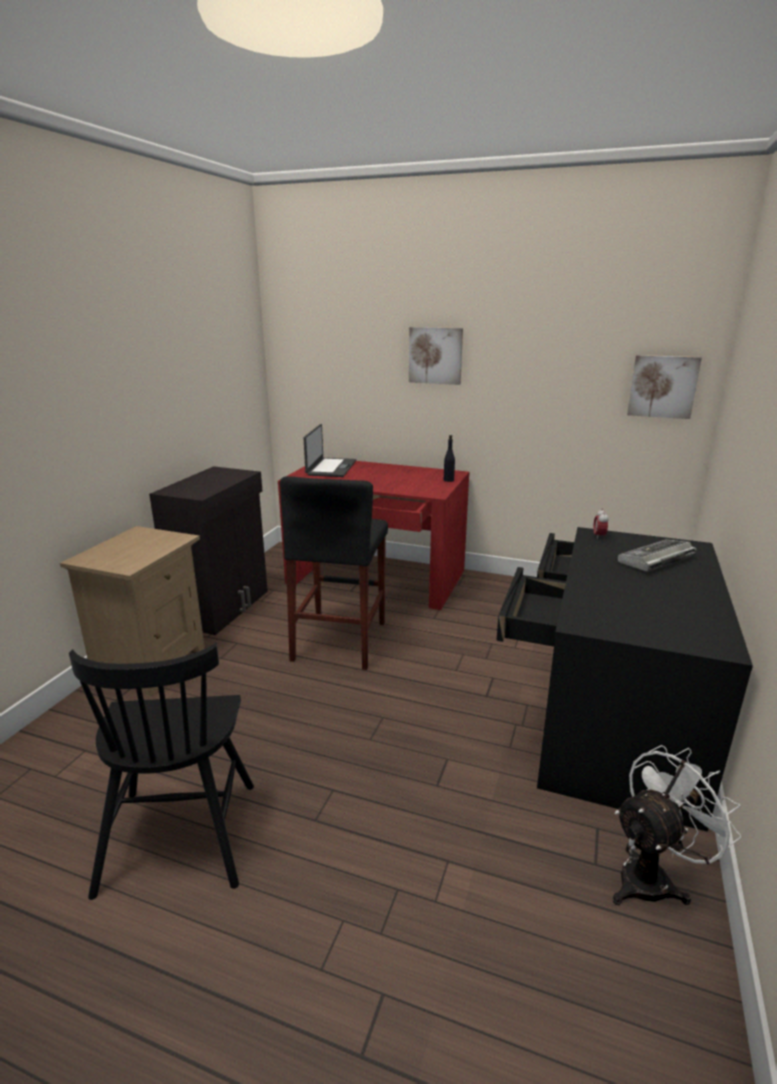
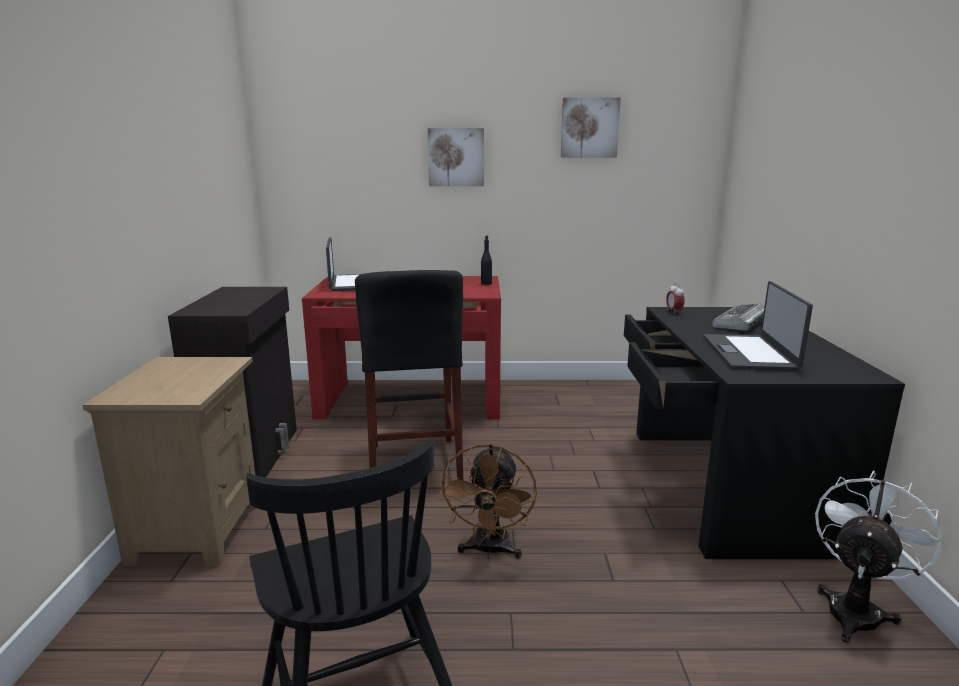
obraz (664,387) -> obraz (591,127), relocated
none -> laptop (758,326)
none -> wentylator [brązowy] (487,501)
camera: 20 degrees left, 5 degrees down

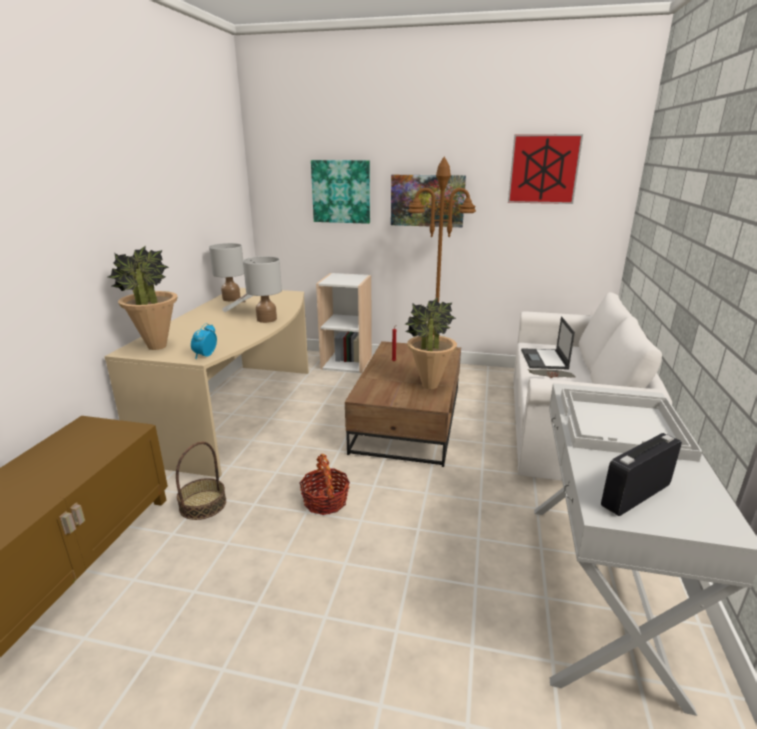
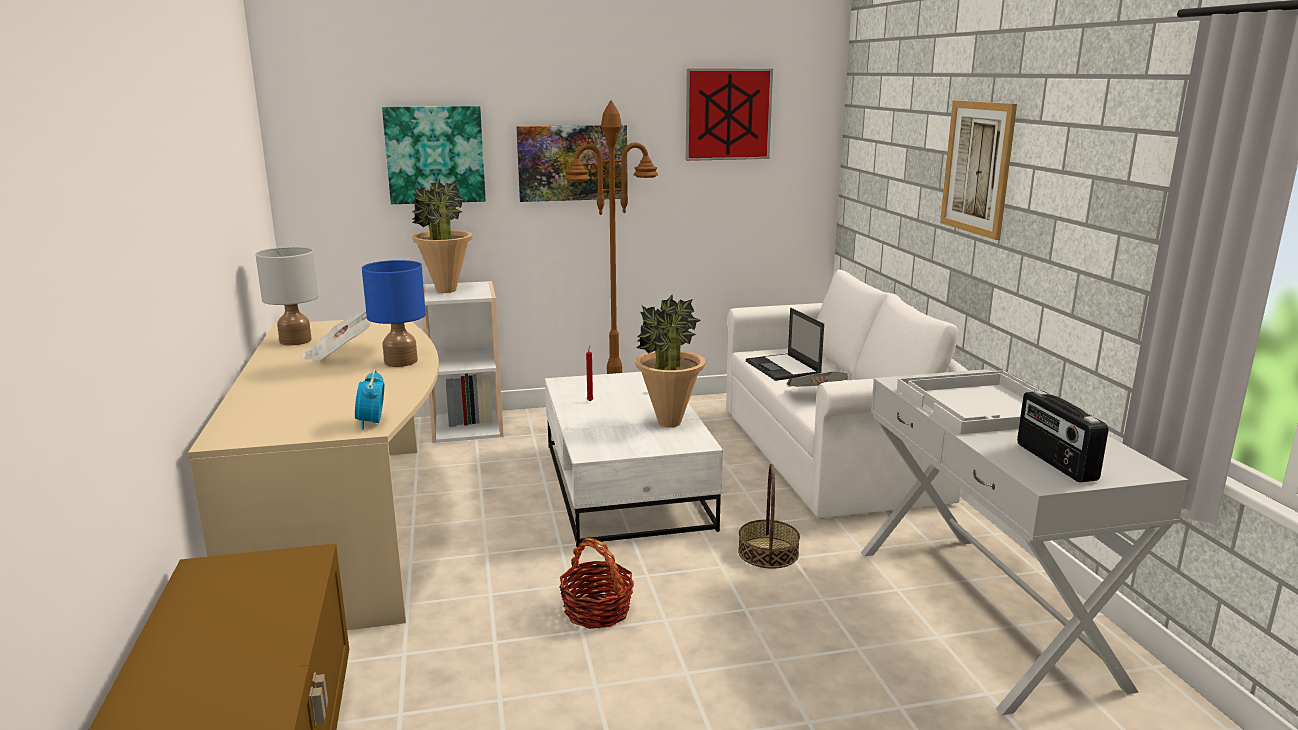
roślina doniczkowa (143,297) -> roślina doniczkowa (442,235), relocated
lampa stołowa [szary] (262,289) -> lampa stołowa [niebieski] (394,313)
ława [brązowy] (403,404) -> ława [biały] (634,459)
radio (641,474) -> radio (1062,437), 45 degrees counterclockwise
koszyk (201,480) -> koszyk (769,516), relocated
none -> obraz (978,170)
camera: 25 degrees left, 5 degrees down

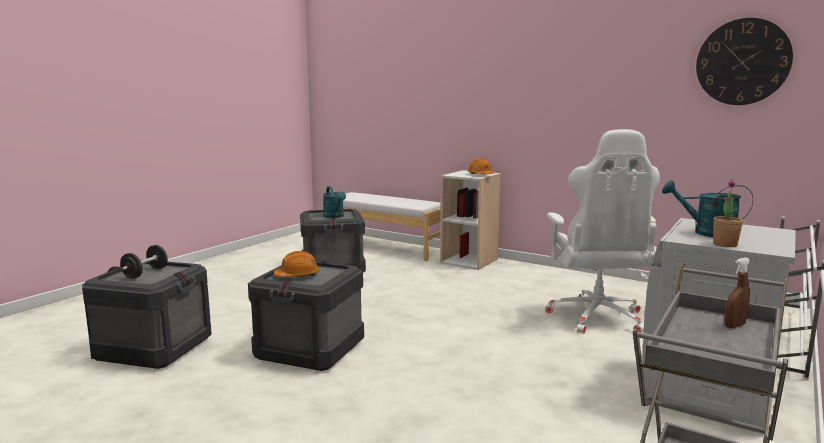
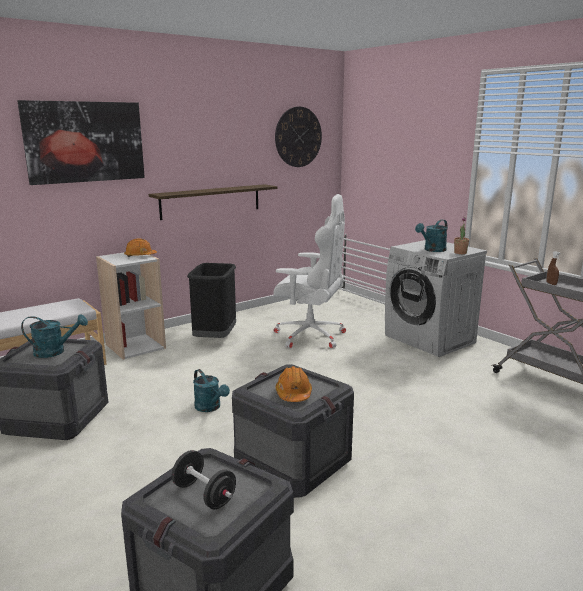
none -> obraz (81,142)
none -> półka (213,202)
none -> kosz na śmieci [czarny] (211,300)
none -> konewka [turkusowy] (211,390)
camera: 70 degrees left, 5 degrees up

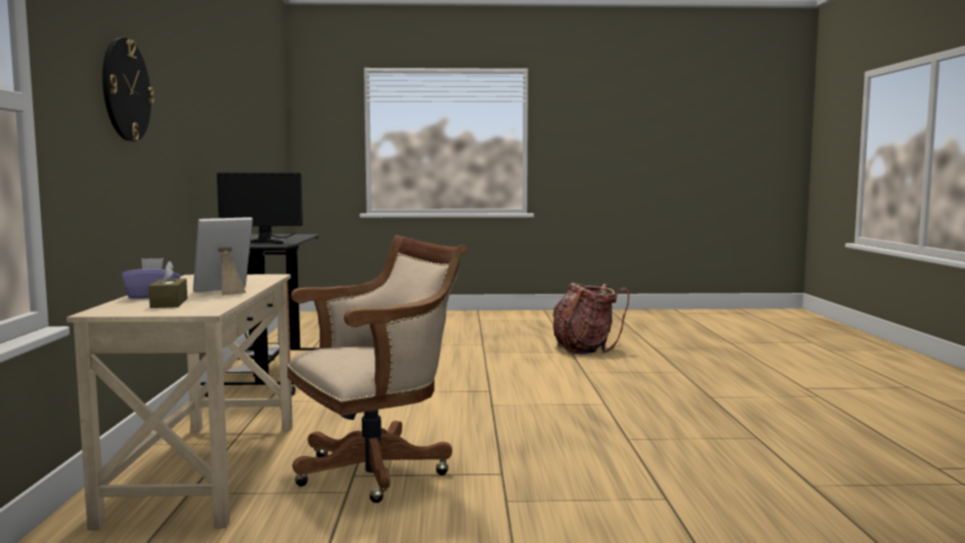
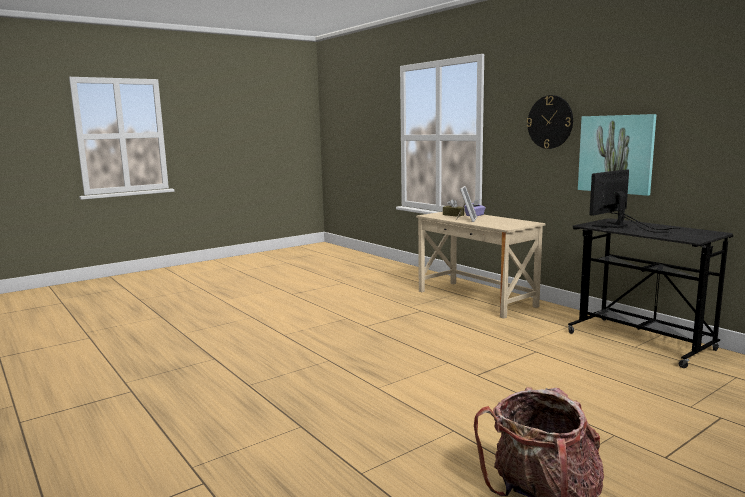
krzesło biurowe (377,369) -> none
none -> obraz (617,155)
camera: 145 degrees right, 5 degrees up

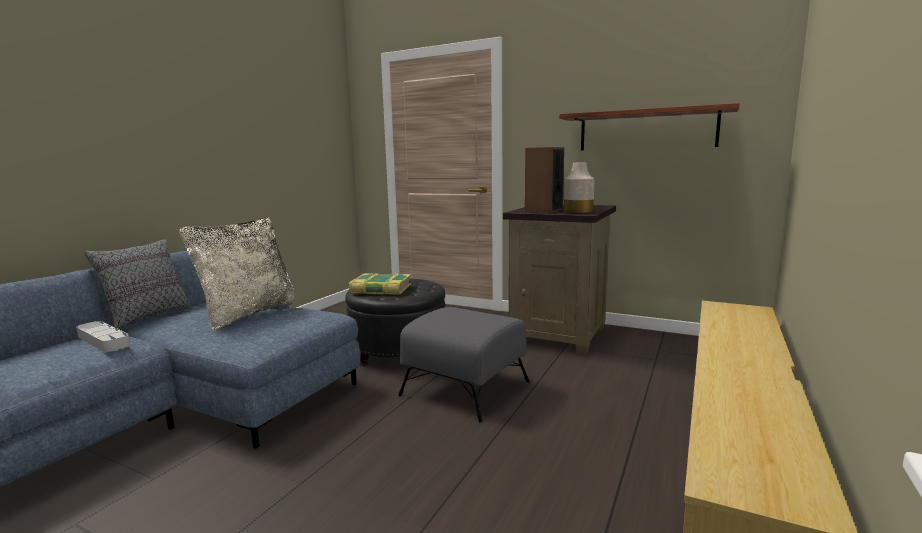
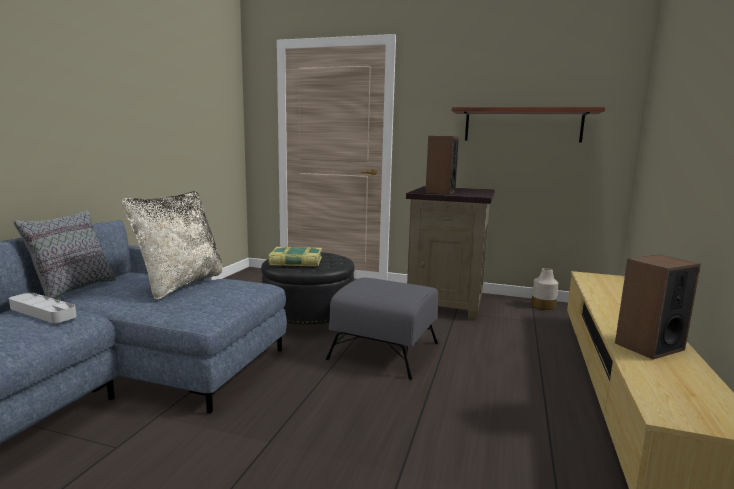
wazon [beżowy] (579,187) -> wazon [beżowy] (544,289), relocated
none -> głośnik (658,307)
camera: 10 degrees left, 0 degrees up

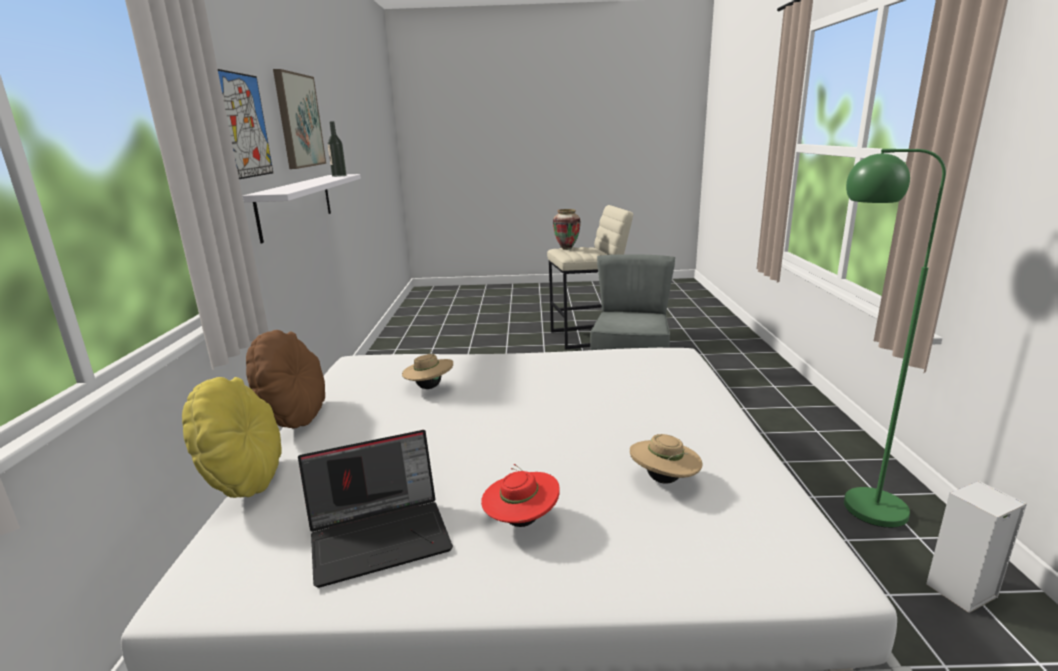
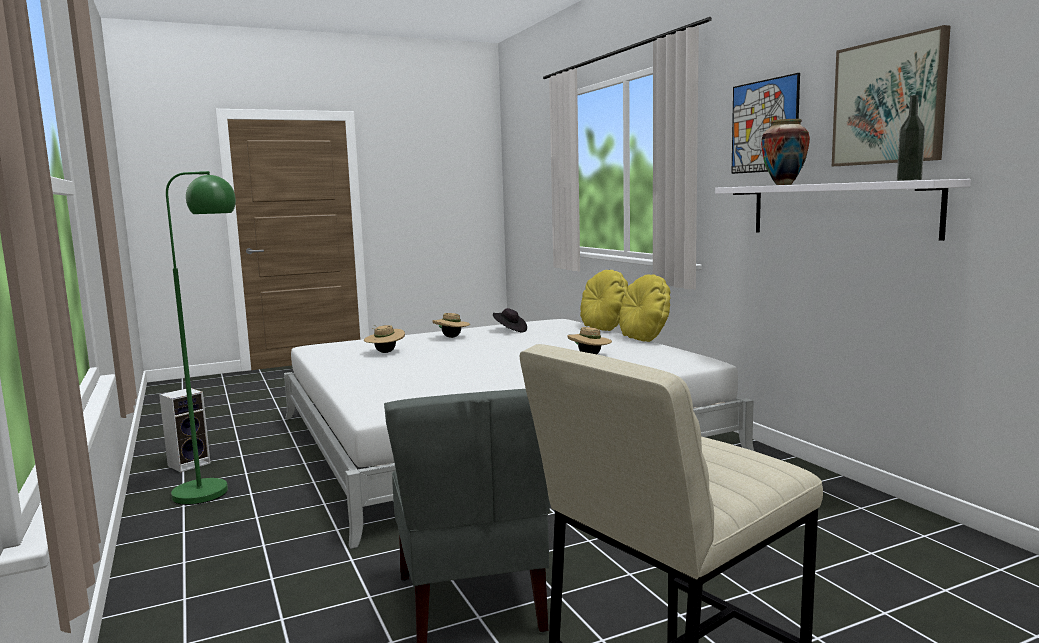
wazon (567,229) -> wazon (785,152), relocated
poduszka [brązowy] (285,379) -> poduszka [żółty] (644,308)
laptop (375,509) -> kapelusz [czarny] (510,320)
kapelusz [czerwony] (520,495) -> kapelusz [beżowy] (451,325)
camera: 155 degrees right, 10 degrees down

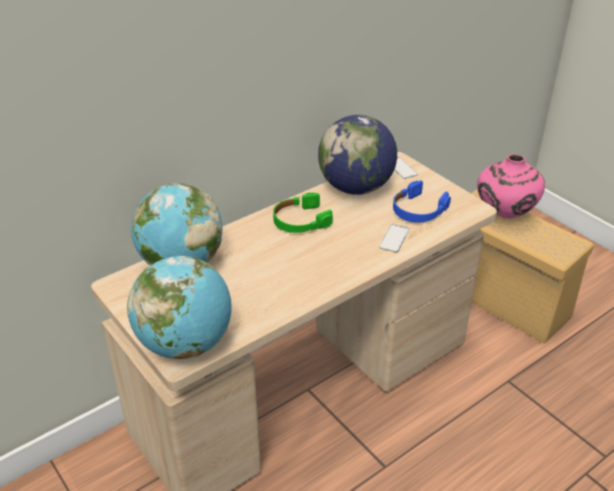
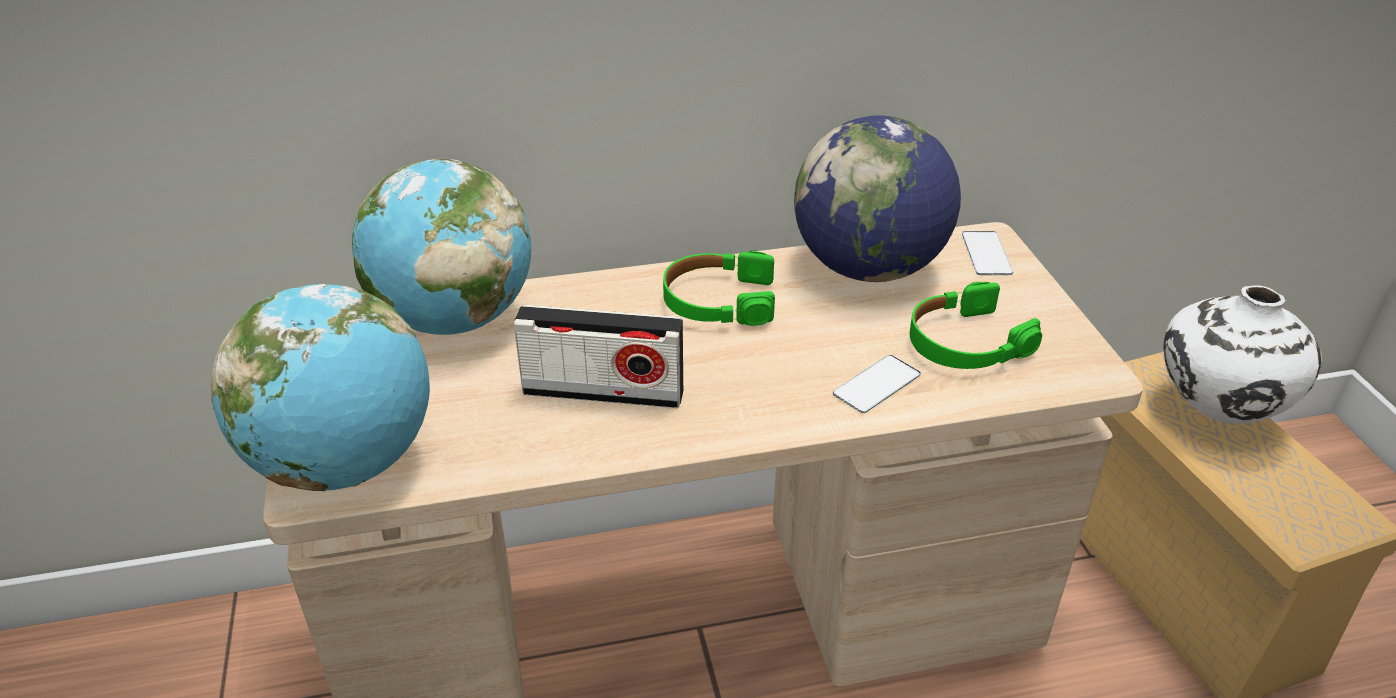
wazon [różowy] (511,186) -> wazon [biały] (1242,354)
słuchawki [niebieski] (422,201) -> słuchawki [zielony] (976,325)
none -> radio (598,356)
camera: 25 degrees right, 0 degrees up

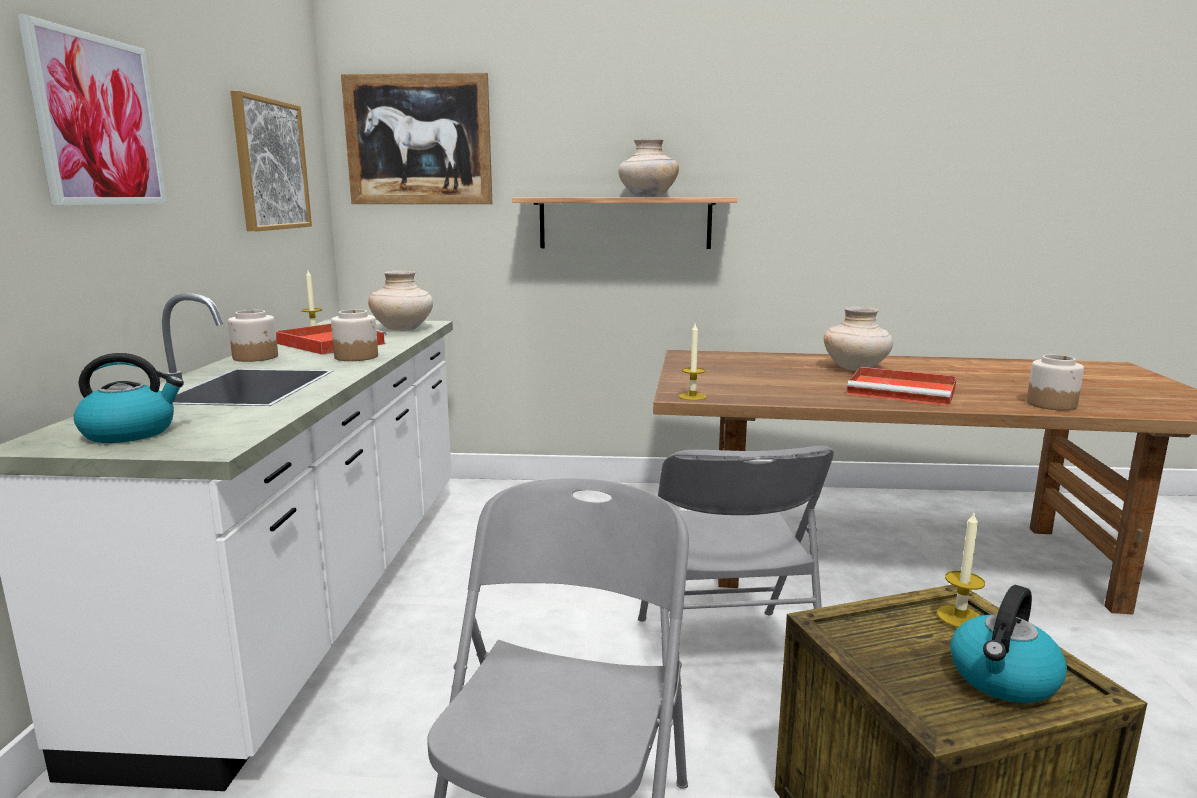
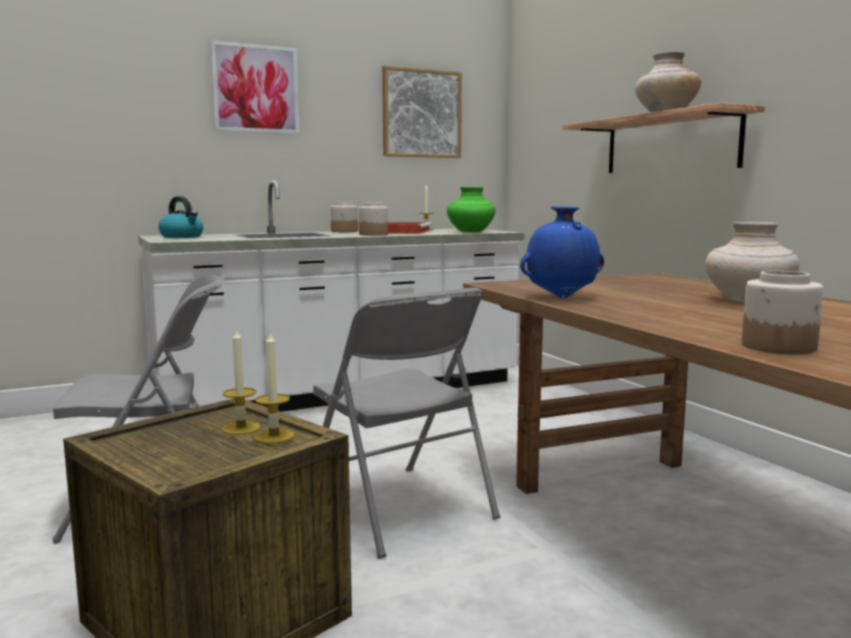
obraz (416,138) -> none
wazon [beżowy] (400,301) -> wazon [zielony] (471,209)
świeca (693,362) -> świeca (241,381), relocated
taca [czerwony] (902,386) -> none
krzesło [szary] (736,556) -> krzesło [szary] (406,423), 90 degrees counterclockwise
czajnik (1008,644) -> none
none -> wazon [niebieski] (562,252)
camera: 60 degrees right, 5 degrees down

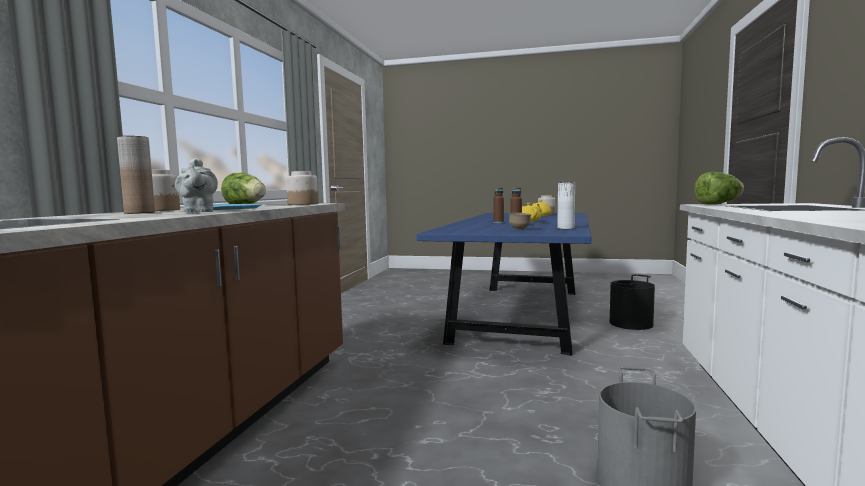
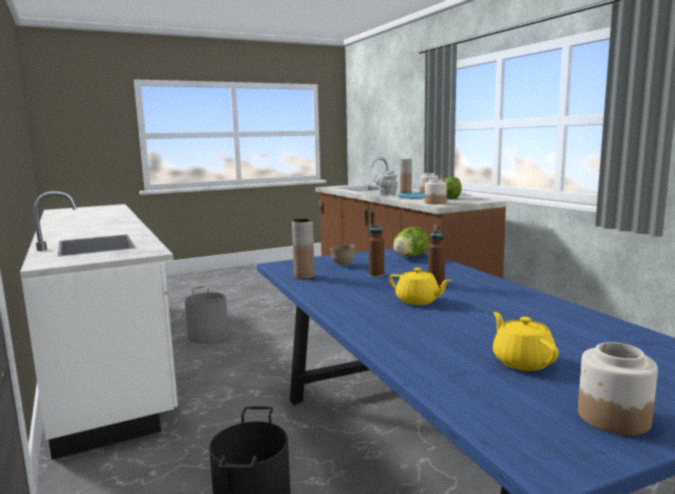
sałata (719,188) -> sałata (411,242), relocated
wazon [biały] (566,205) -> wazon [brązowy] (303,249)
camera: 140 degrees right, 5 degrees up

